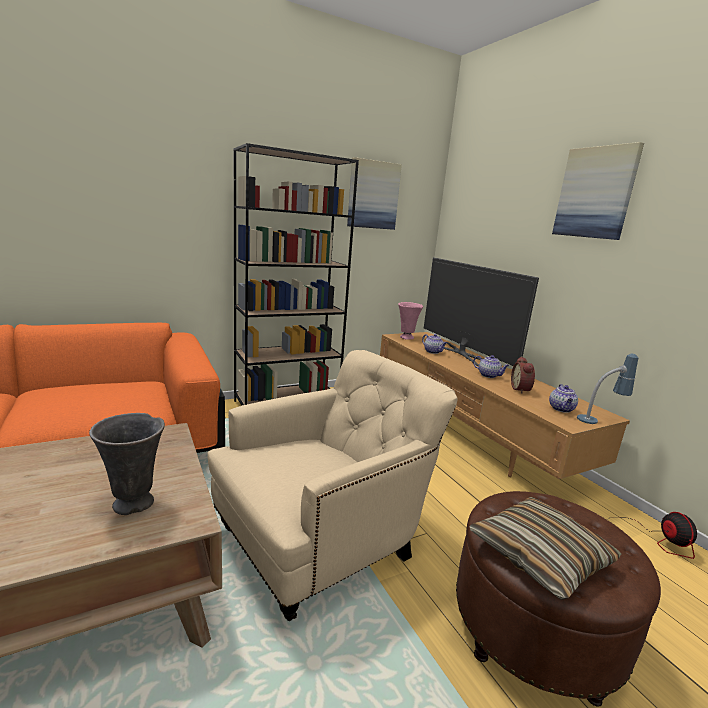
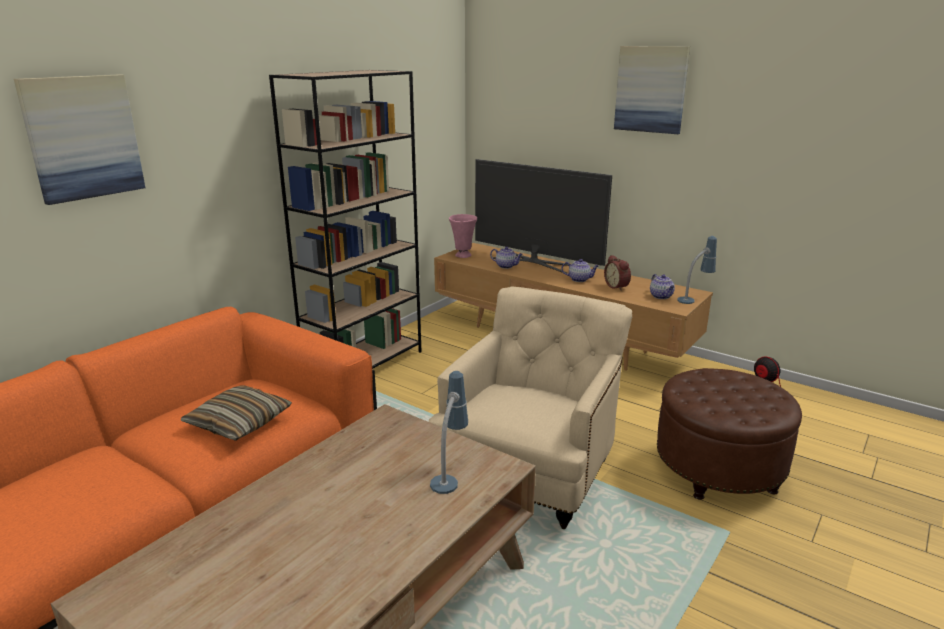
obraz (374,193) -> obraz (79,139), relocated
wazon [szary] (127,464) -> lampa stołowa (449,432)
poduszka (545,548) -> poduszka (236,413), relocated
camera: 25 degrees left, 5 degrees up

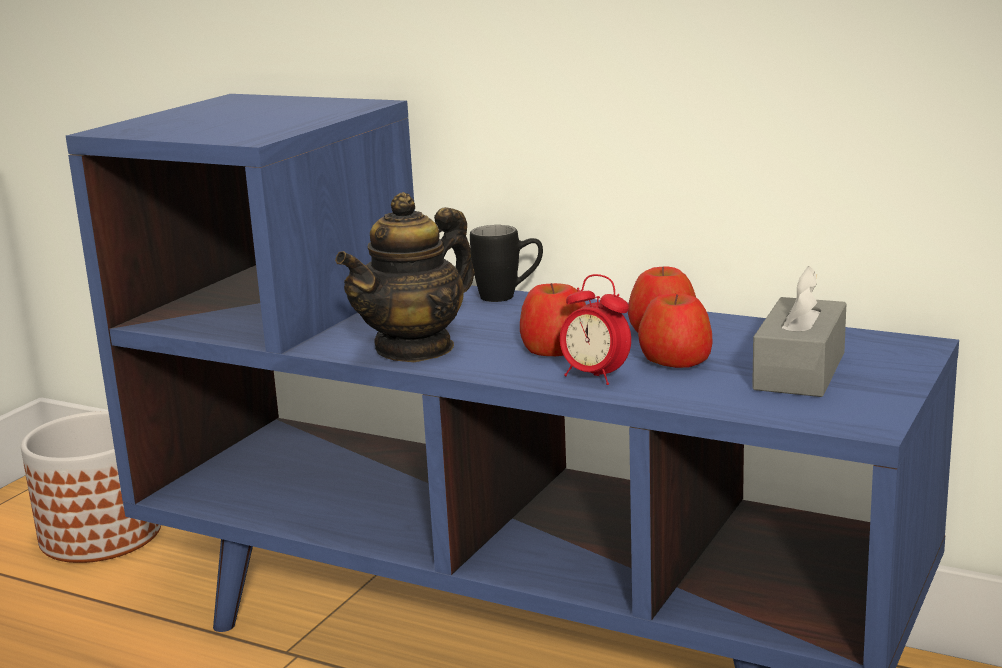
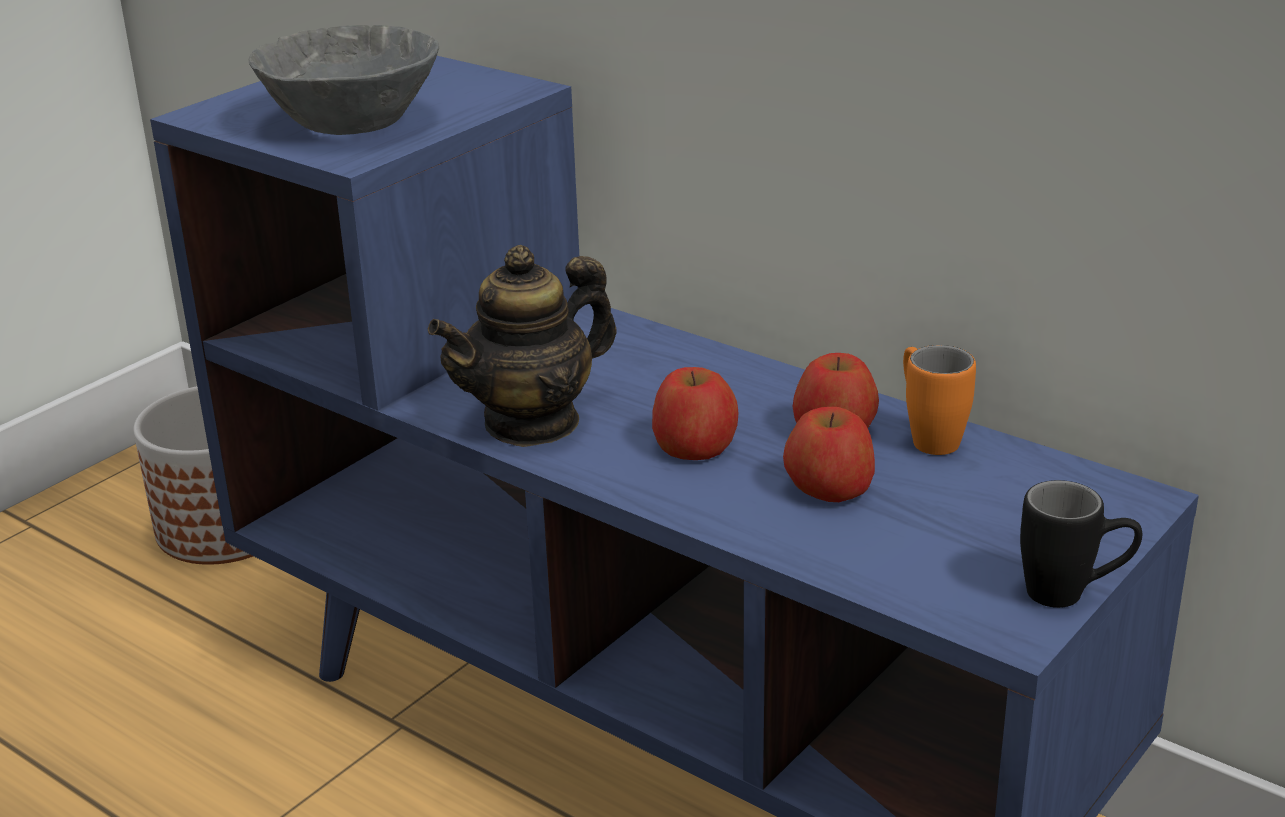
kubek [czarny] (506,263) -> kubek [czarny] (1081,544), relocated
pudełko chusteczek [szary] (799,331) -> none
budzik (595,329) -> none
none -> miska [szary] (344,80)
none -> kubek [pomarańczowy] (939,400)
camera: 10 degrees right, 10 degrees up

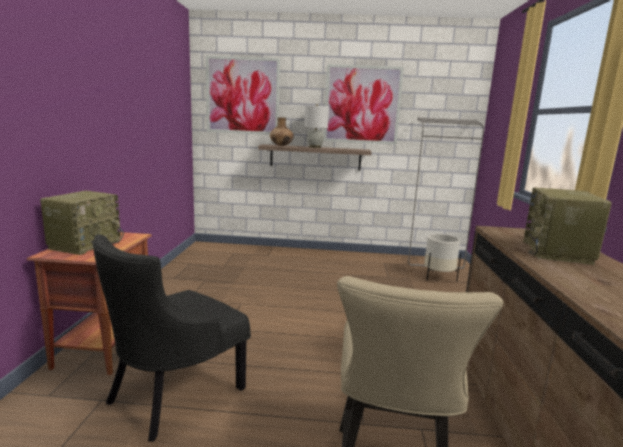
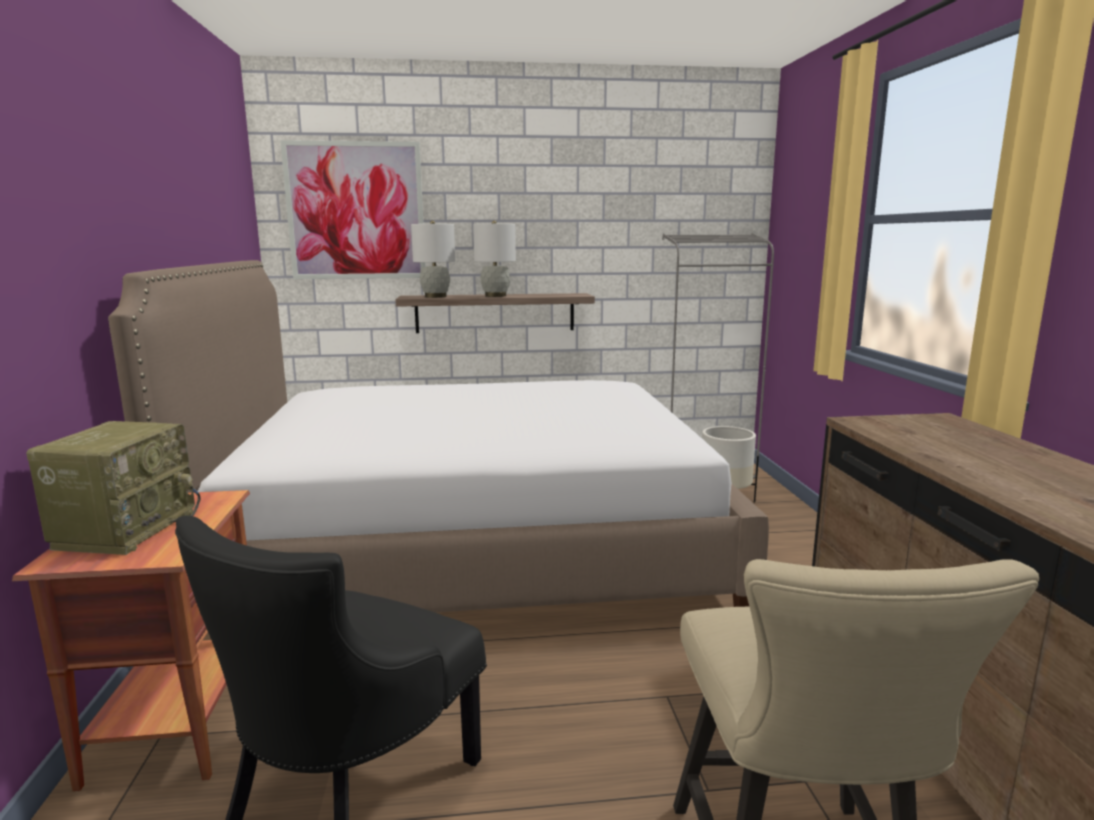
obraz (364,104) -> none
wazon [brązowy] (282,131) -> lampa stołowa [biały] (433,259)
radio (567,226) -> none
none -> łóżko (438,436)
camera: 10 degrees left, 0 degrees up

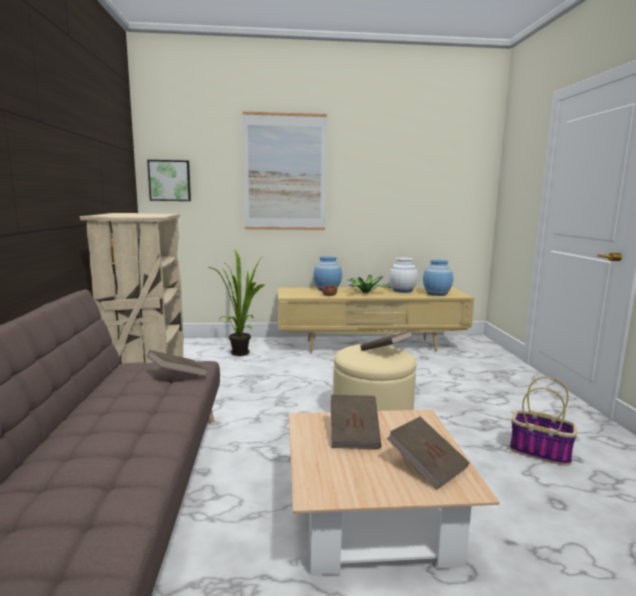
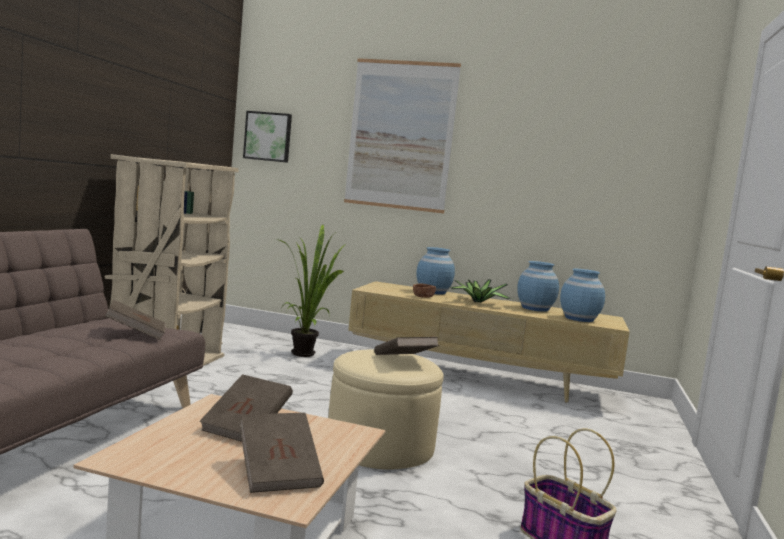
wazon [biały] (403,275) -> wazon [niebieski] (538,286)
camera: 20 degrees right, 5 degrees down

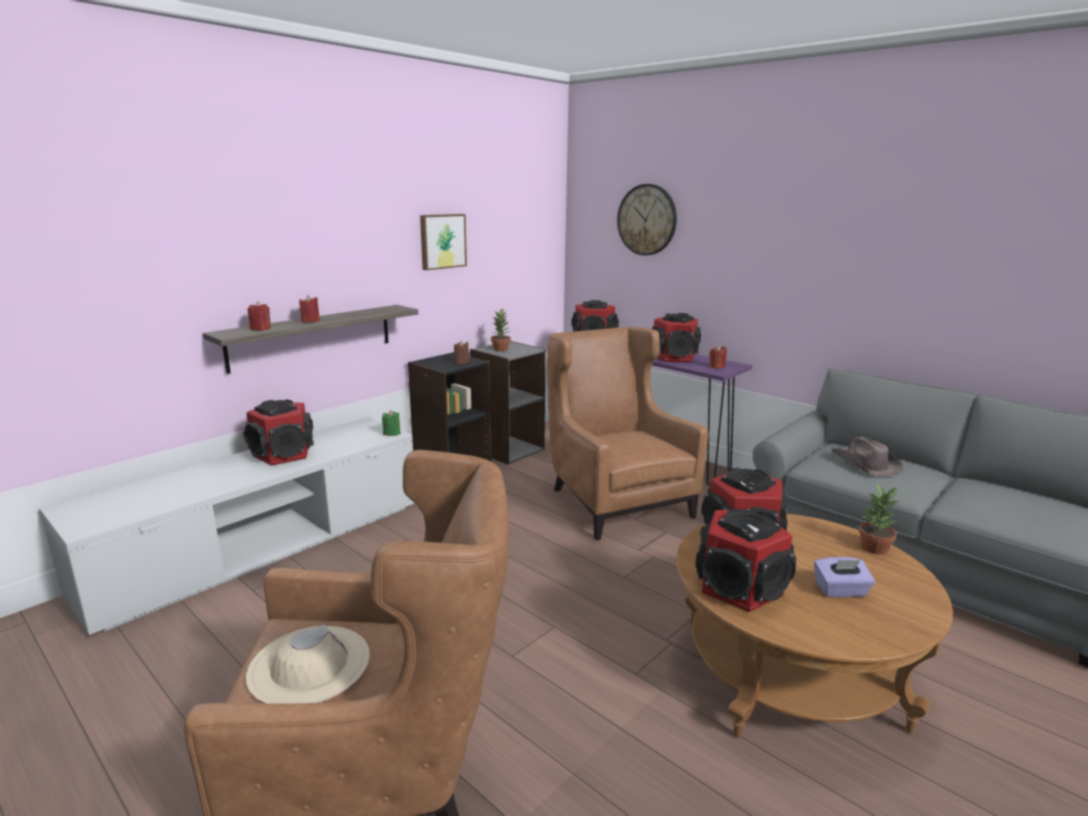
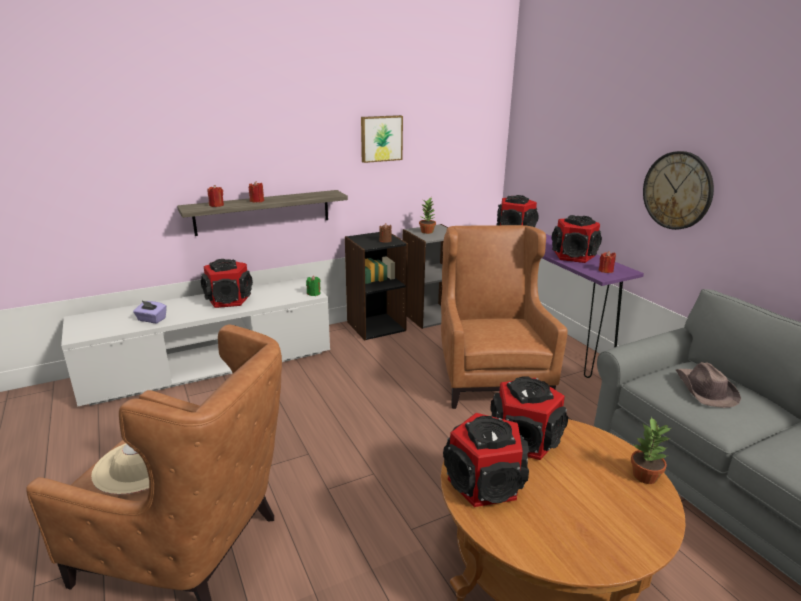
zegar ścienny (647,220) -> zegar ścienny (678,190), relocated
pudełko chusteczek [fioletowy] (844,577) -> pudełko chusteczek [fioletowy] (150,311), relocated
camera: 20 degrees right, 5 degrees up

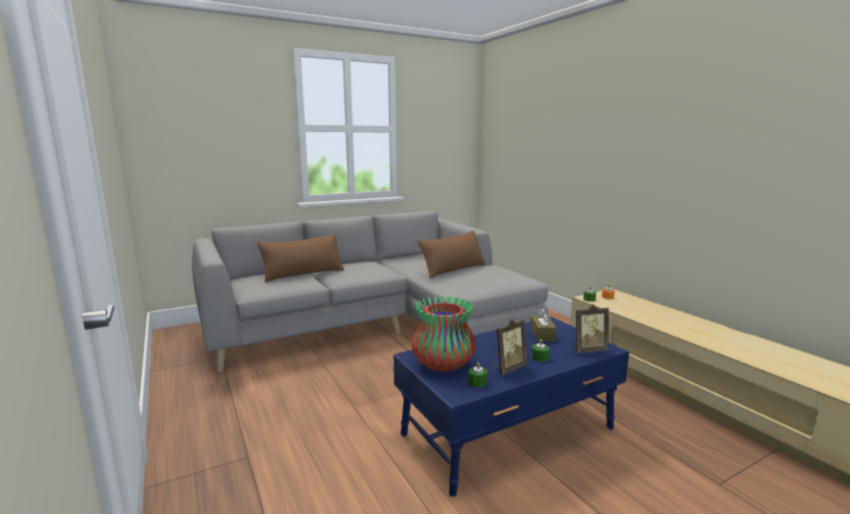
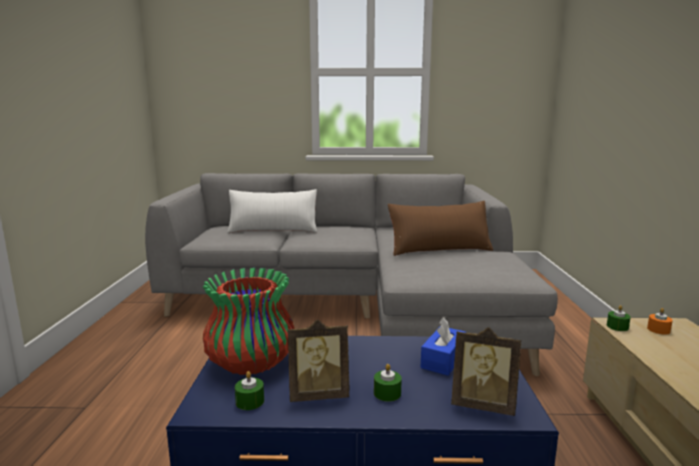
poduszka [brązowy] (300,258) -> poduszka [biały] (272,211)
pudełko chusteczek [brązowy] (543,325) -> pudełko chusteczek [niebieski] (443,346)
camera: 30 degrees right, 0 degrees up

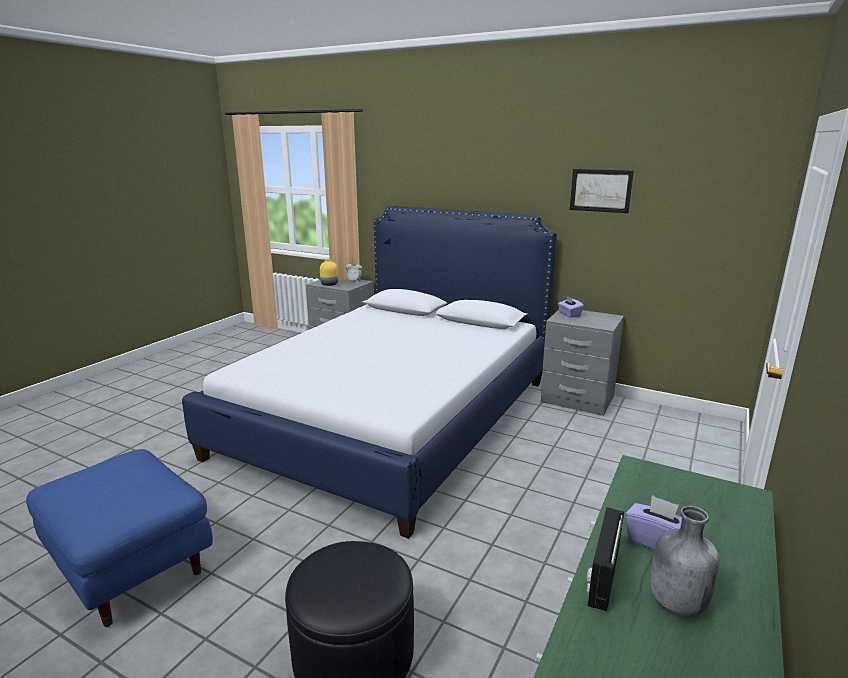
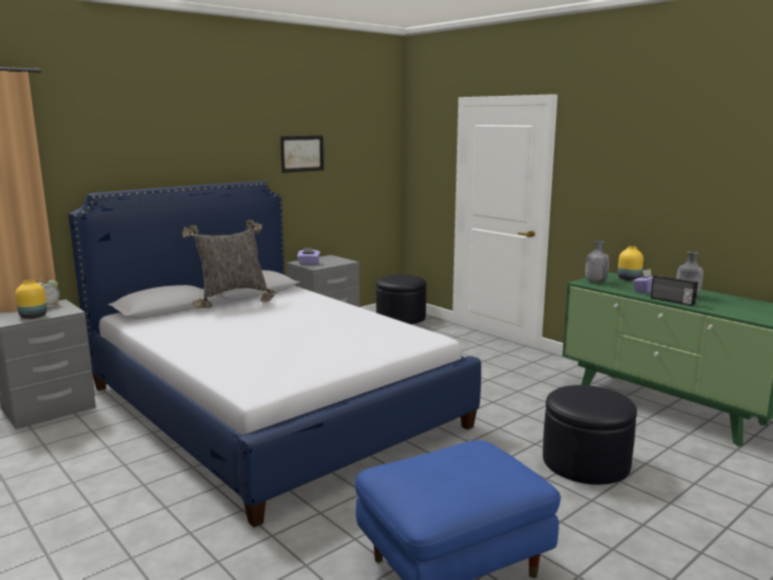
none -> poduszka (229,264)
none -> butelka [szary] (597,261)
none -> wazon [żółty] (630,263)
none -> pufa [czarny] (401,299)
camera: 70 degrees left, 5 degrees down

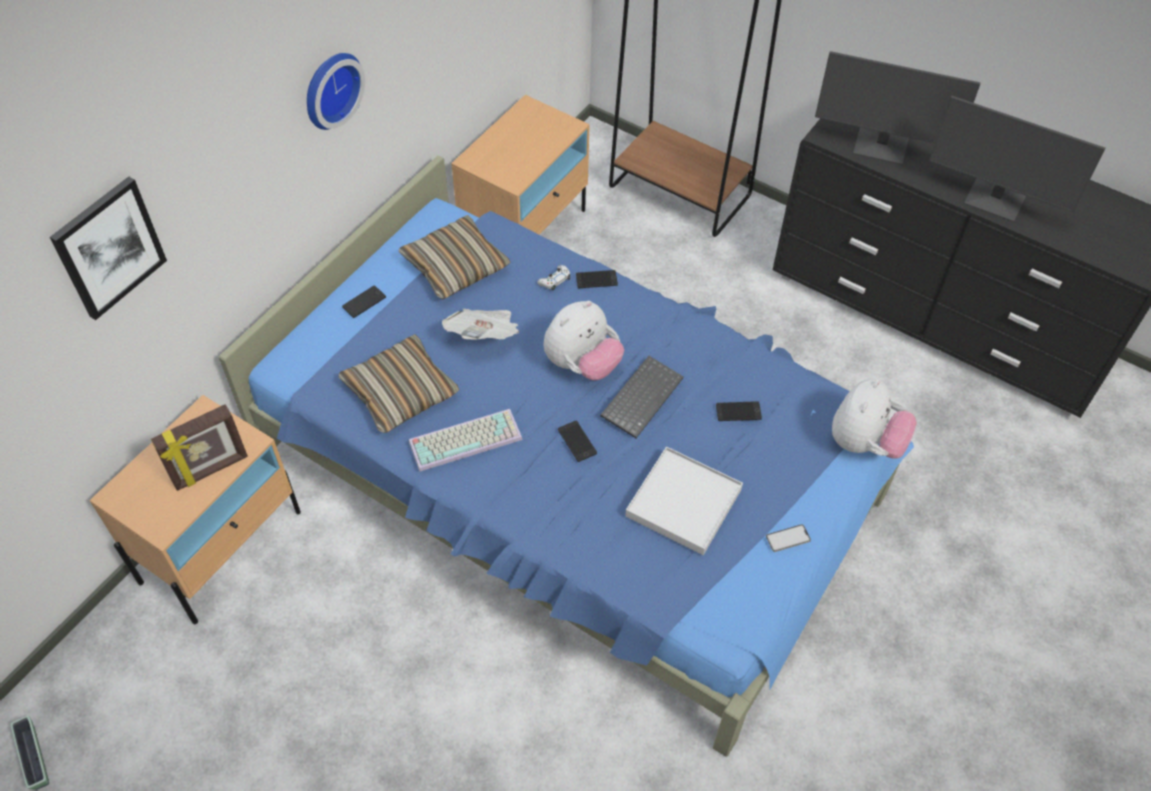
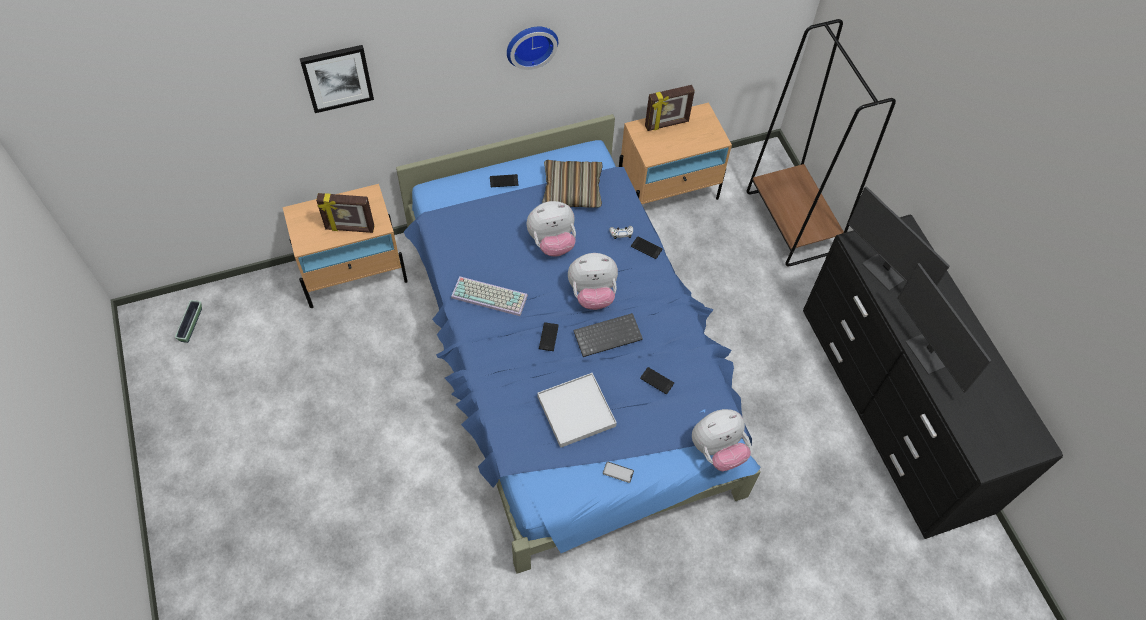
gazeta (480,324) -> pluszak (551,228)
poduszka (399,383) -> none
none -> ramka na zdjęcie (670,108)
camera: 35 degrees right, 5 degrees up

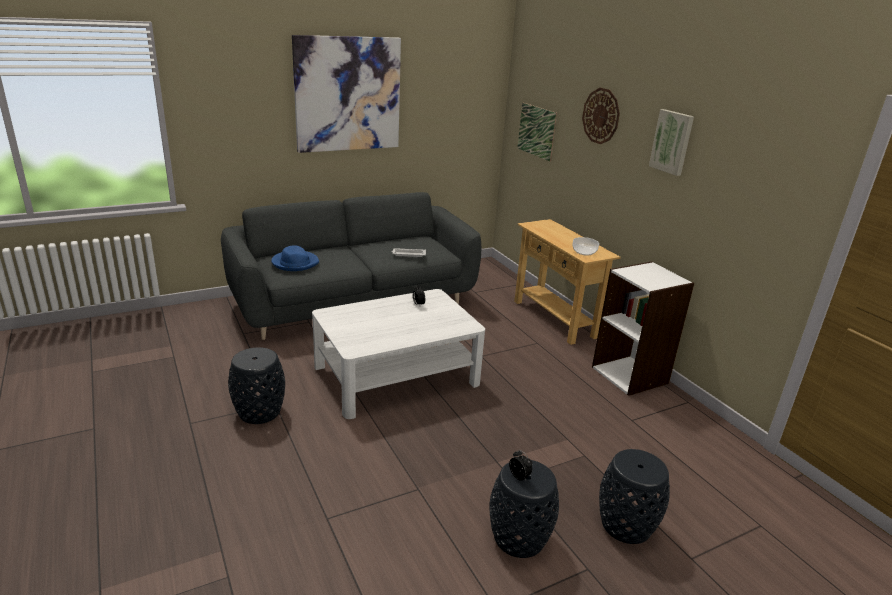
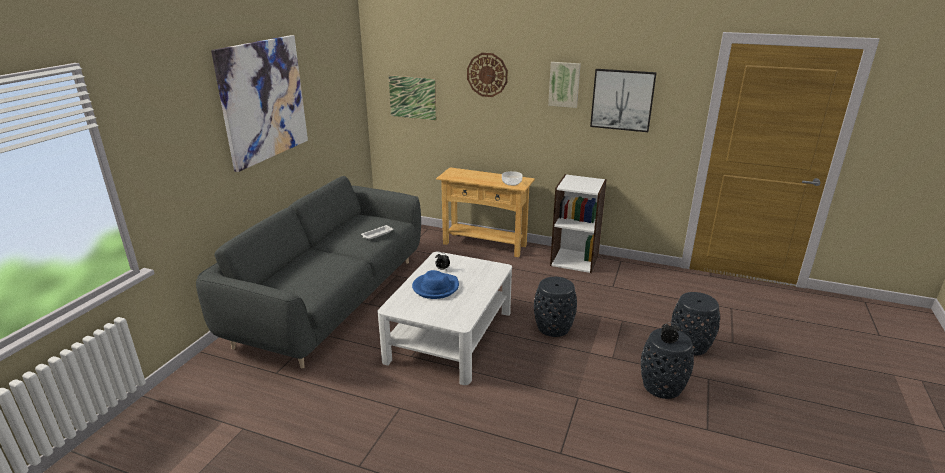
kapelusz [niebieski] (295,258) -> kapelusz [niebieski] (435,284), relocated
stołek [czarny] (256,385) -> stołek [czarny] (555,307), relocated
none -> obraz (623,100)
camera: 40 degrees left, 0 degrees up

